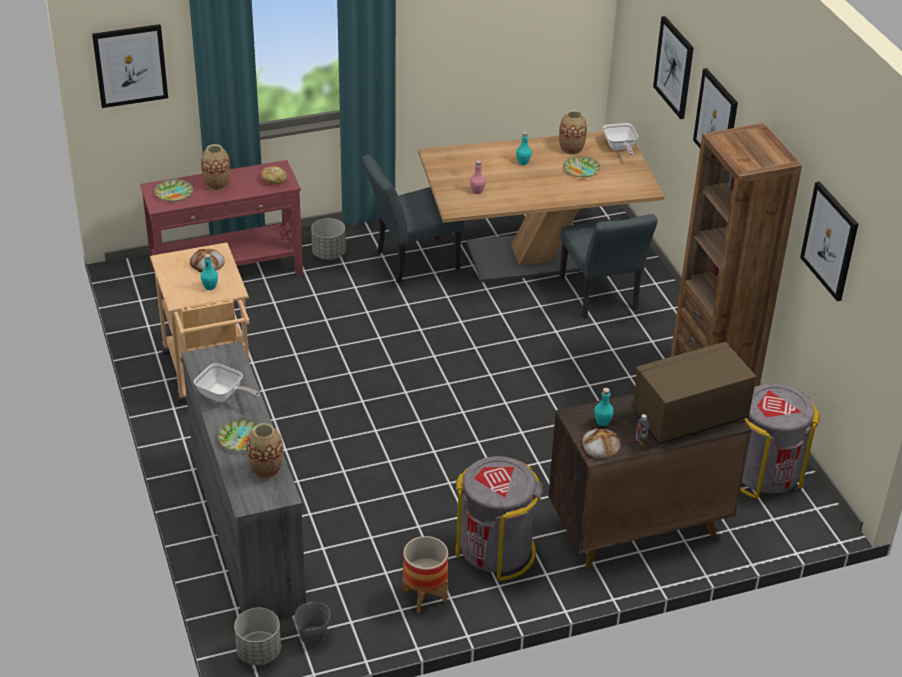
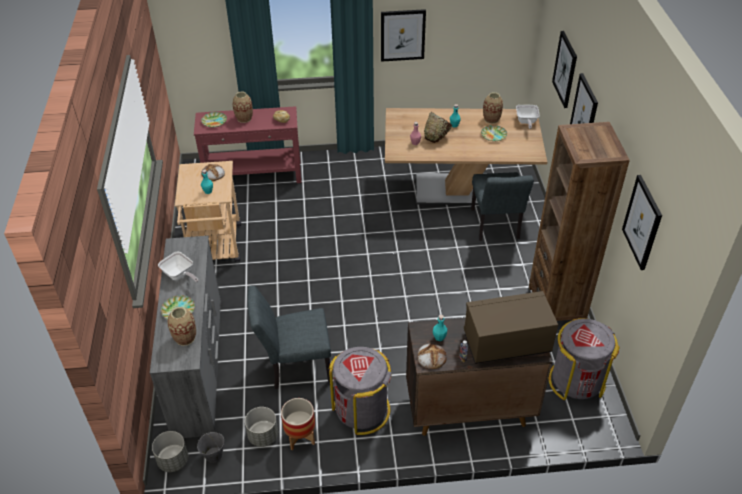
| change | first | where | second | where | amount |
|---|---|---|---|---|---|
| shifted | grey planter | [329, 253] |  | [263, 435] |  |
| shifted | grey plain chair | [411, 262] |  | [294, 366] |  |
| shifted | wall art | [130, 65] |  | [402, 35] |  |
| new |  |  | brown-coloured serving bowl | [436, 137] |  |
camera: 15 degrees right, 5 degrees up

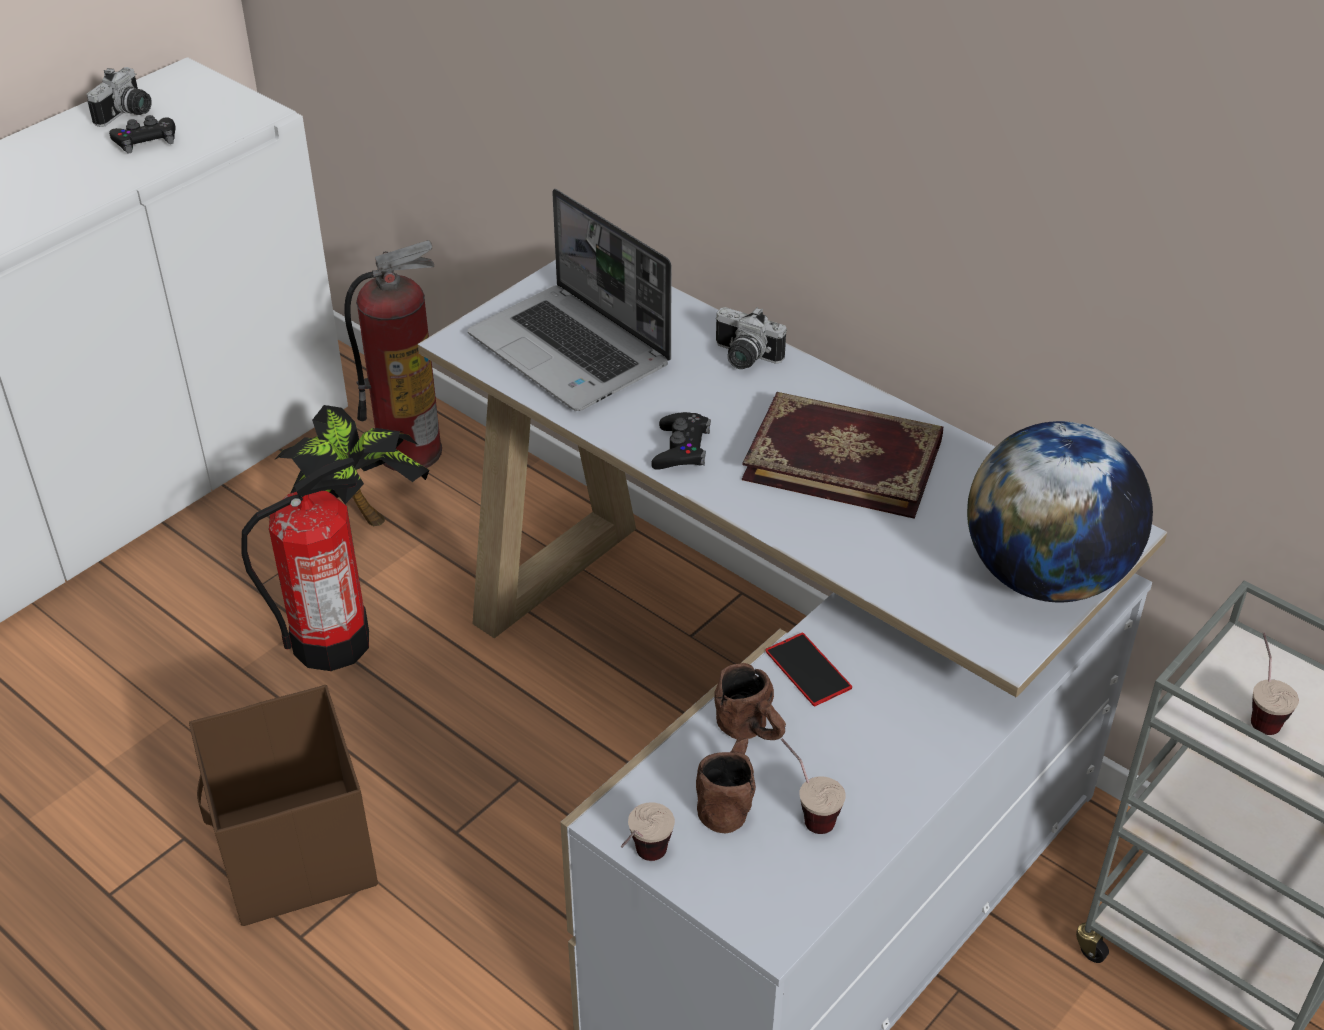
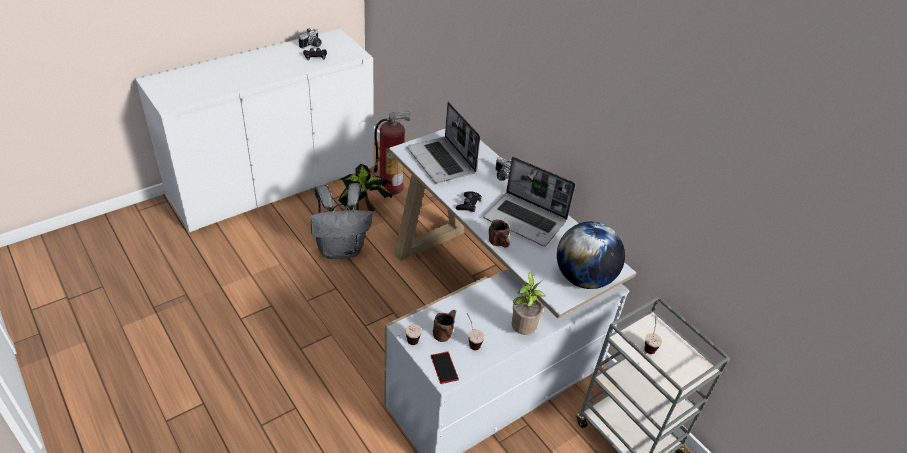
| change | first | where | second | where | amount |
|---|---|---|---|---|---|
| swapped | fire-fighting cylinder | [329, 642] | grey knapsack | [341, 249] |  |
| shifted | telephone | [808, 669] |  | [444, 367] |  |
| swapped | bound book | [843, 458] | laptop | [526, 220] |  |
| shifted | brown-coloured coffee mug | [752, 732] |  | [500, 244] |  |
| new |  |  | potted plant | [522, 330] |  |
| gone | brown-coloured storage container | [295, 854] |  |  |  |
camera: 10 degrees right, 0 degrees up

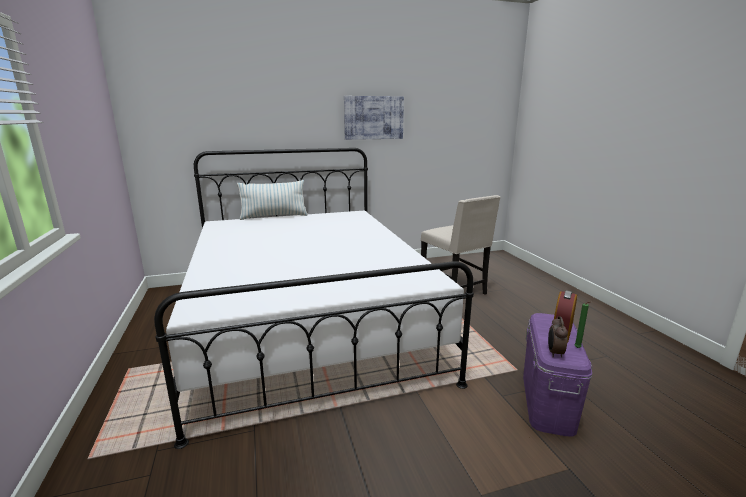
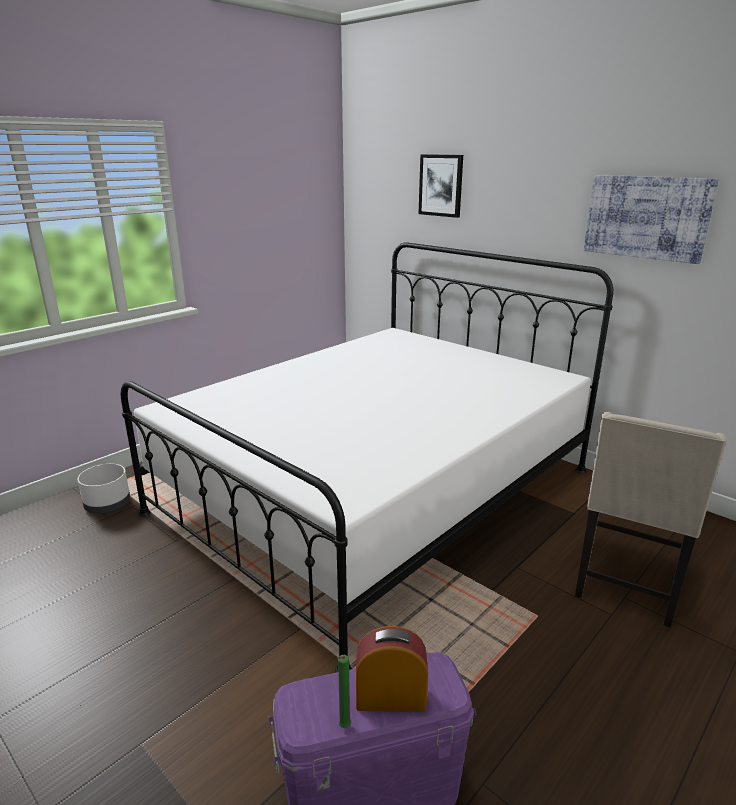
| change | first | where | second | where | amount |
|---|---|---|---|---|---|
| new |  |  | white-coloured planter | [108, 504] |  |
| new |  |  | wall art | [441, 185] |  |
| gone | pillow | [274, 216] |  |  |  |
| gone | table clock | [554, 353] |  |  |  |
camera: 60 degrees right, 5 degrees up

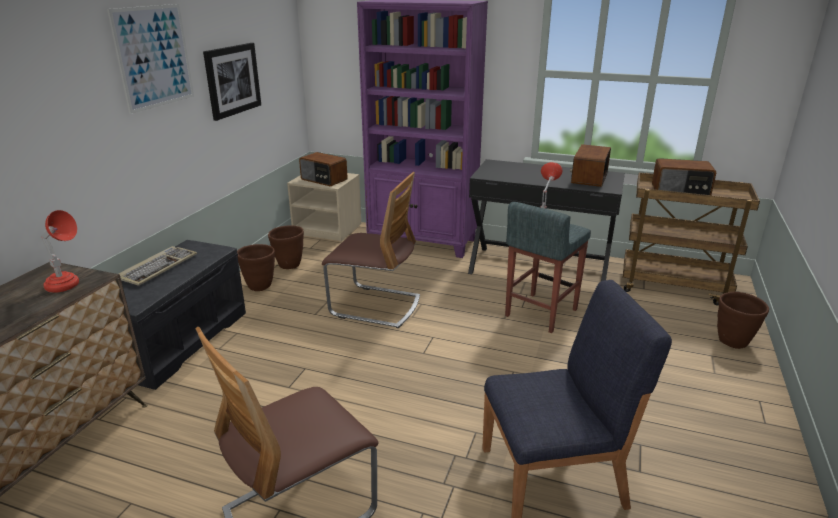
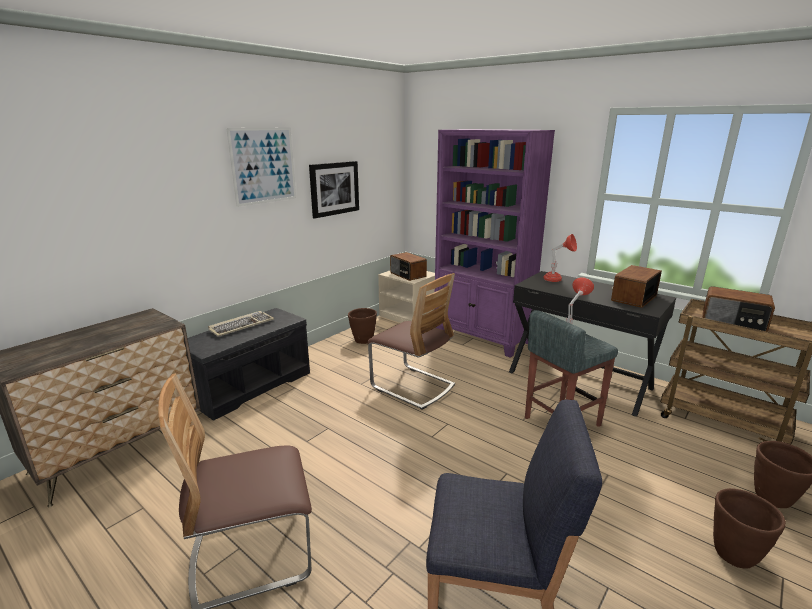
| change | first | where | second | where | amount |
|---|---|---|---|---|---|
| shifted | reddish table lamp | [68, 288] |  | [557, 280] |  |
| shifted | brown-coloured planter | [260, 286] |  | [734, 554] |  |
camera: 20 degrees right, 5 degrees down

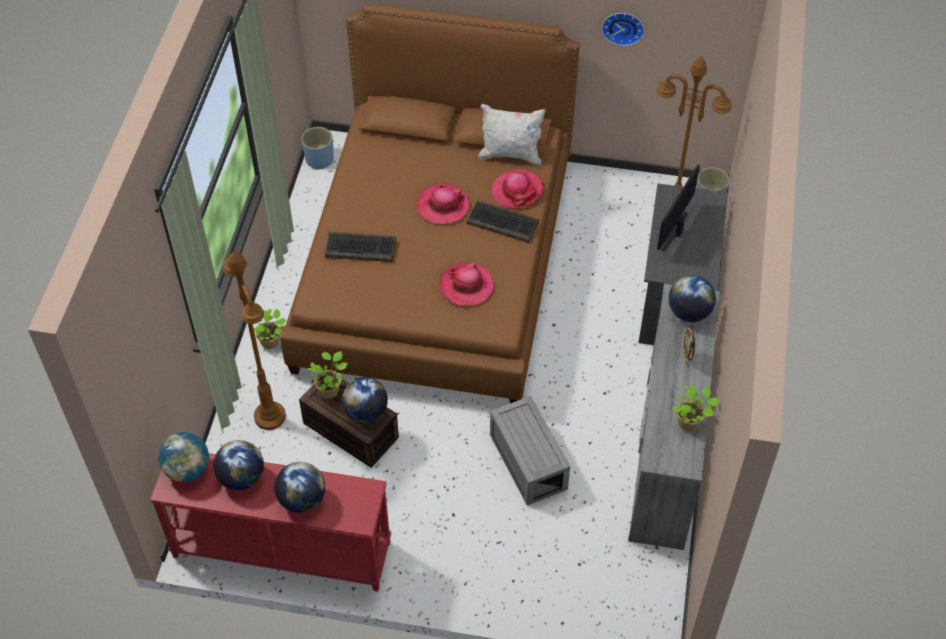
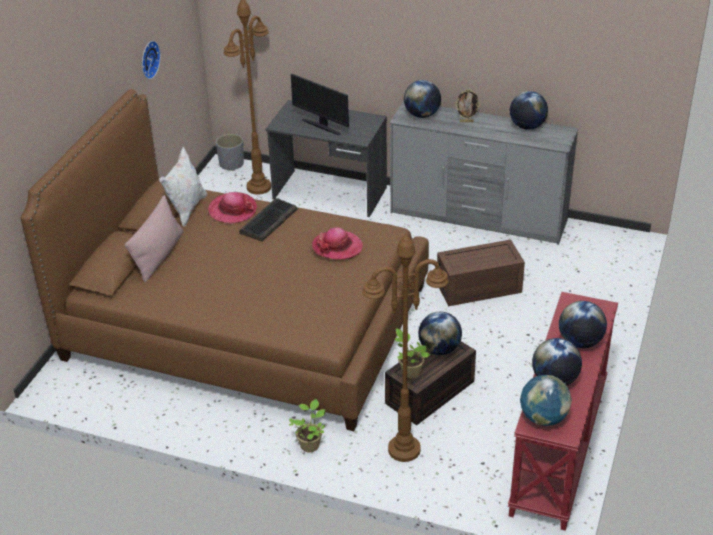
| change | first | where | second | where | amount |
|---|---|---|---|---|---|
| new |  |  | pinkish pillow | [159, 255] |  |
| repainted | grey storage container | [526, 461] | brown-coloured storage container | [478, 288] |  |
| swapped | potted plant | [690, 423] | desk globe | [527, 126] |  |
| gone | blue-coloured planter | [320, 159] |  |  |  |
| gone | keyboard | [361, 247] |  |  |  |
| gone | hat | [443, 206] |  |  |  |
camera: 80 degrees left, 15 degrees down

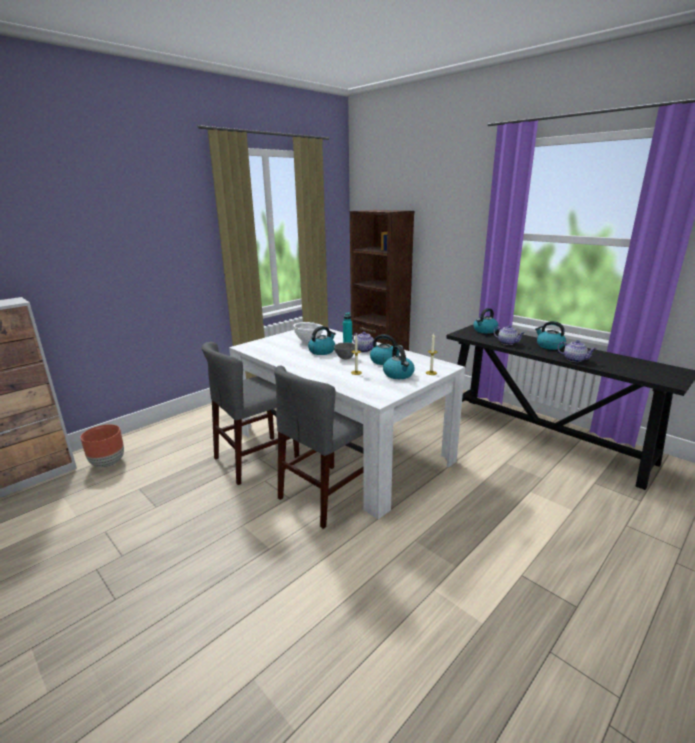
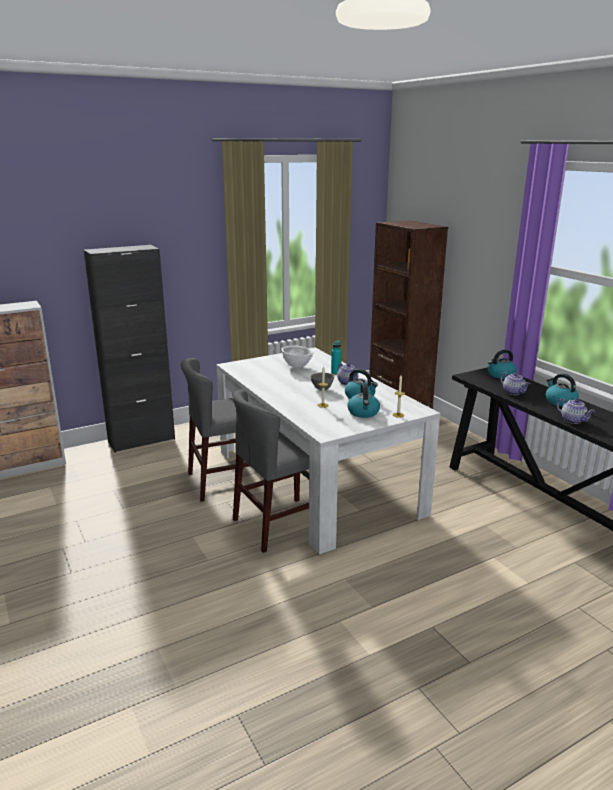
| change | first | where | second | where | amount |
|---|---|---|---|---|---|
| new |  |  | black-coloured cupboard | [141, 440] |  |
| gone | brown-coloured planter | [108, 463] |  |  |  |
| gone | kettle | [322, 351] |  |  |  |
camera: 15 degrees right, 0 degrees up

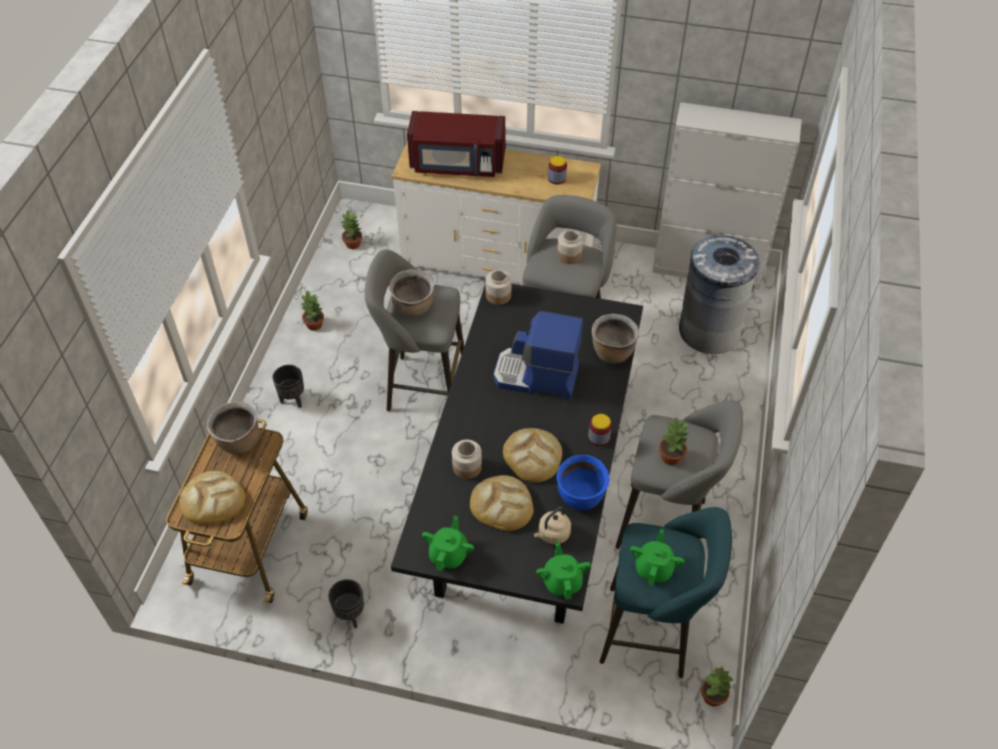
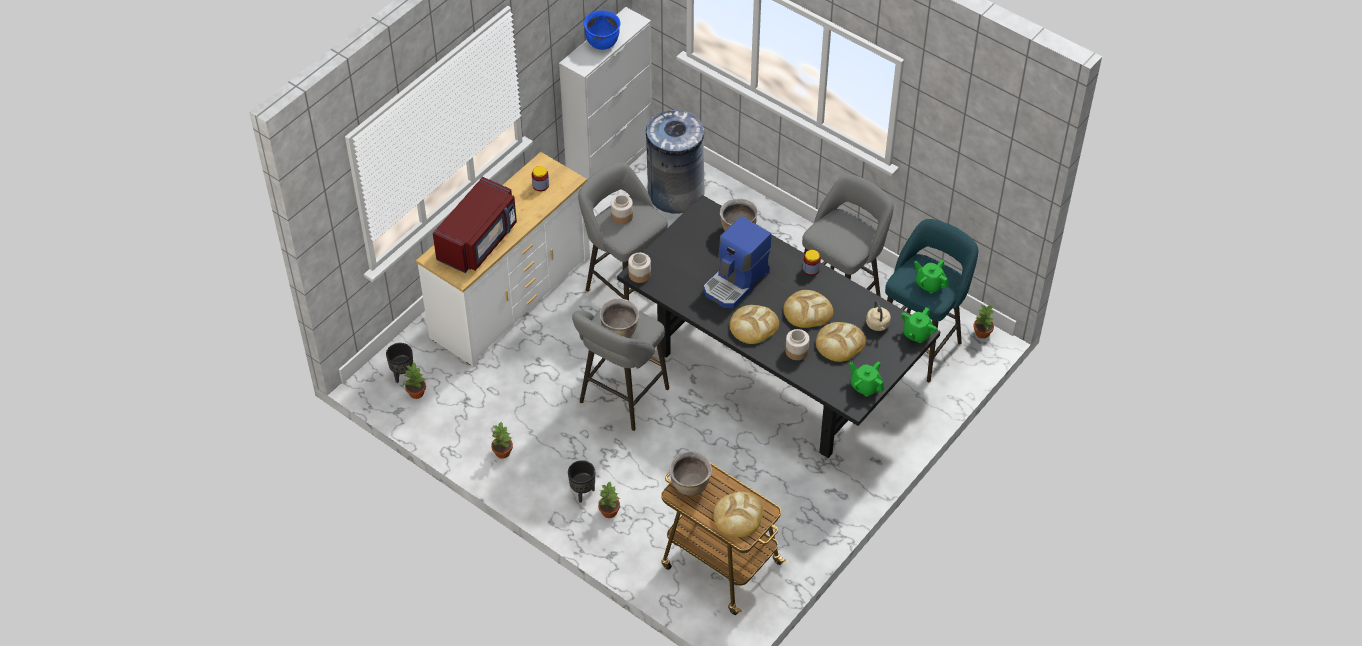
| change | first | where | second | where | amount |
|---|---|---|---|---|---|
| shifted | black-coloured planter | [350, 615] |  | [402, 375] |  |
| shifted | blue-coloured saucepot | [581, 497] |  | [603, 43] |  |
| shifted | potted plant | [671, 457] |  | [609, 511] |  |
| new |  |  | baked bread | [753, 326] |  |
| rotated | greenish teapot | [562, 581] |  | [917, 334] | 75 degrees counterclockwise |
camera: 65 degrees left, 0 degrees up

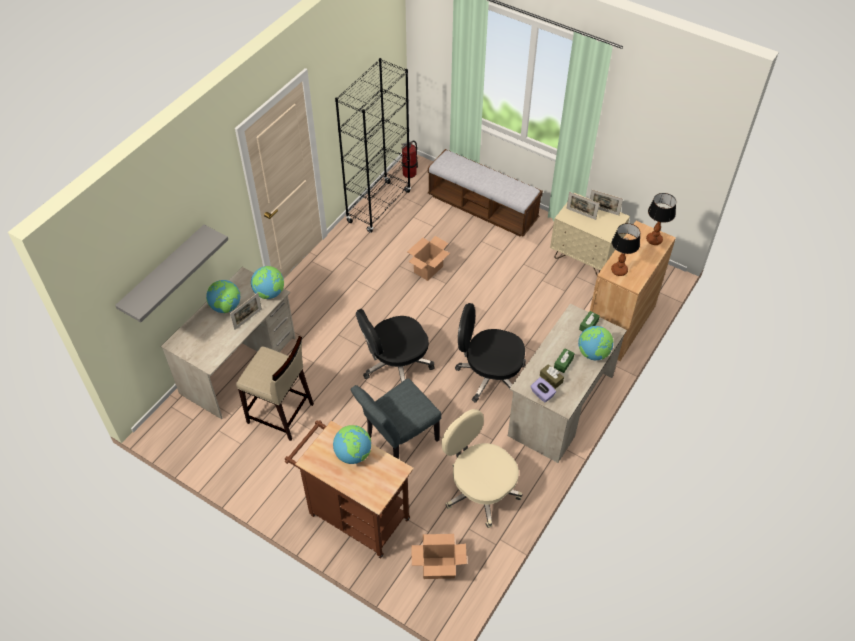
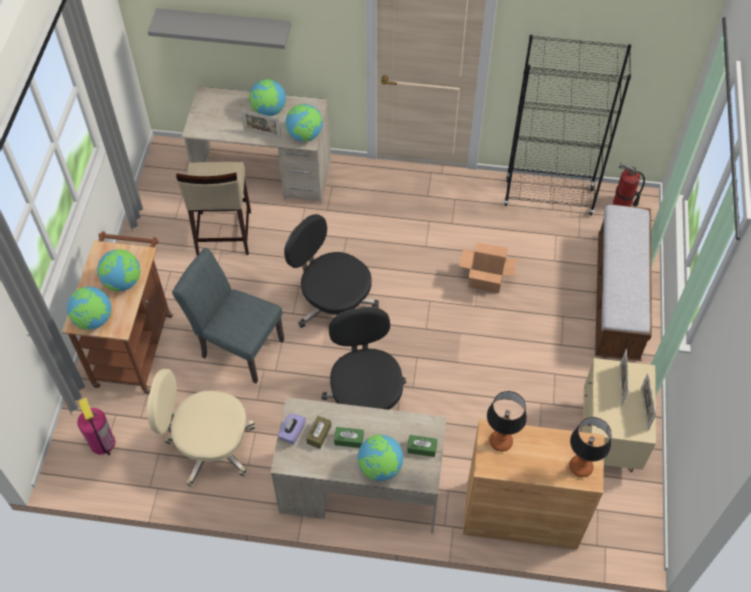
| change | first | where | second | where | amount |
|---|---|---|---|---|---|
| new |  |  | desk globe | [94, 320] |  |
| swapped | cardboard box | [438, 568] | fire-fighting cylinder | [102, 443] |  |
| rotated | beige desk chair | [480, 490] |  | [210, 446] | 105 degrees counterclockwise |
camera: 65 degrees right, 5 degrees up

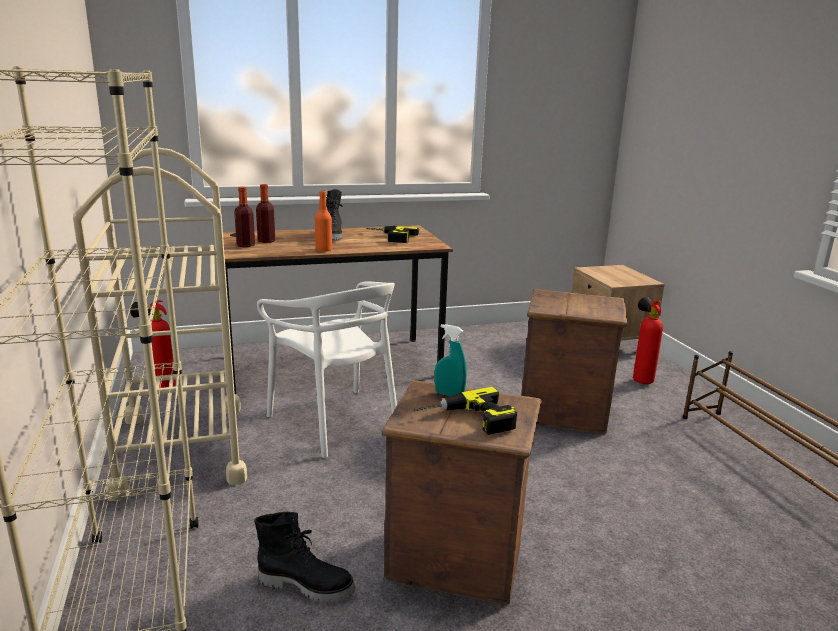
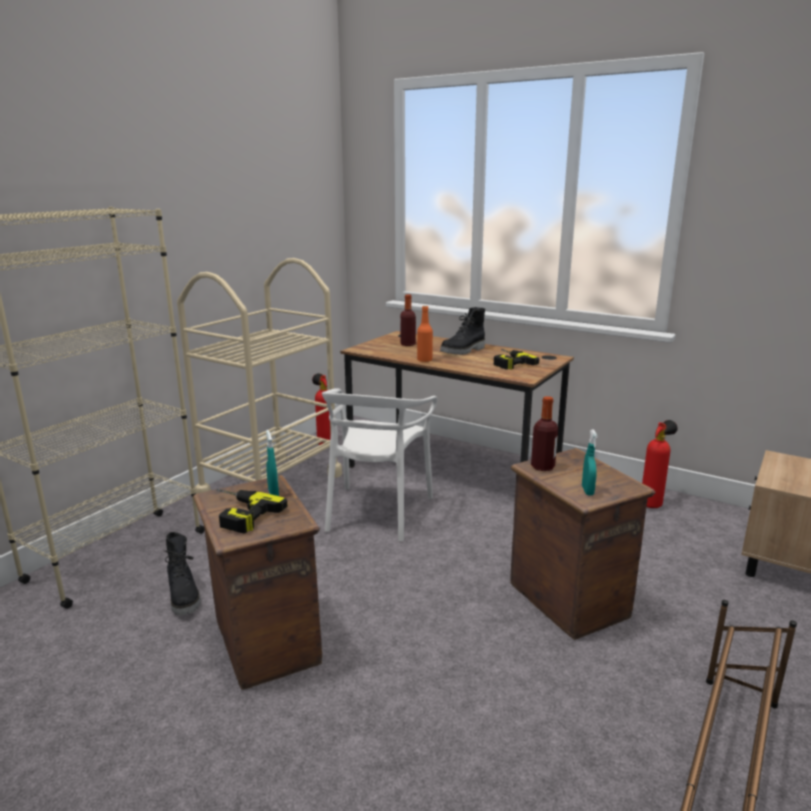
| change | first | where | second | where | amount |
|---|---|---|---|---|---|
| shifted | beverage bottle | [245, 245] |  | [542, 467] |  |
| new |  |  | turquoise-coloured spray bottle | [587, 491] |  |
| shifted | fire-fighting cylinder | [640, 380] |  | [652, 503] |  |
camera: 50 degrees right, 0 degrees up

